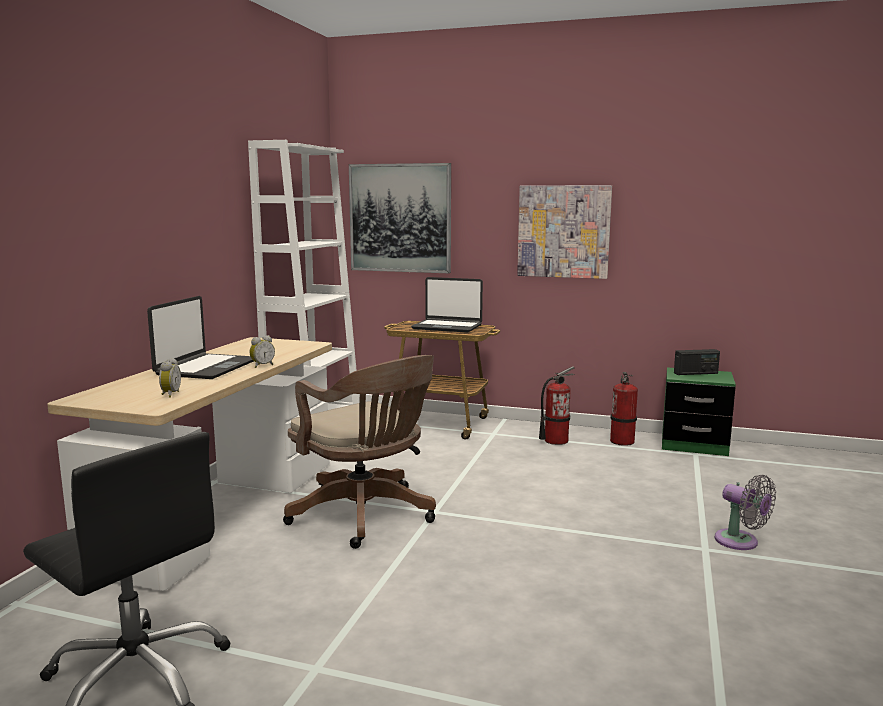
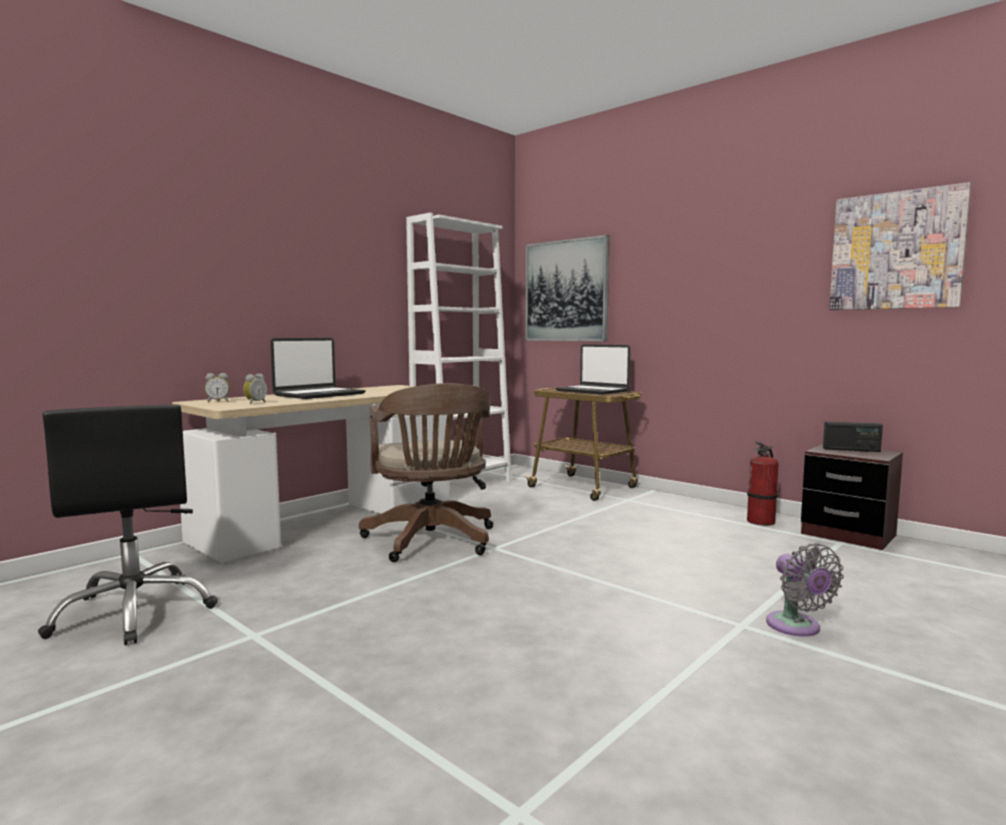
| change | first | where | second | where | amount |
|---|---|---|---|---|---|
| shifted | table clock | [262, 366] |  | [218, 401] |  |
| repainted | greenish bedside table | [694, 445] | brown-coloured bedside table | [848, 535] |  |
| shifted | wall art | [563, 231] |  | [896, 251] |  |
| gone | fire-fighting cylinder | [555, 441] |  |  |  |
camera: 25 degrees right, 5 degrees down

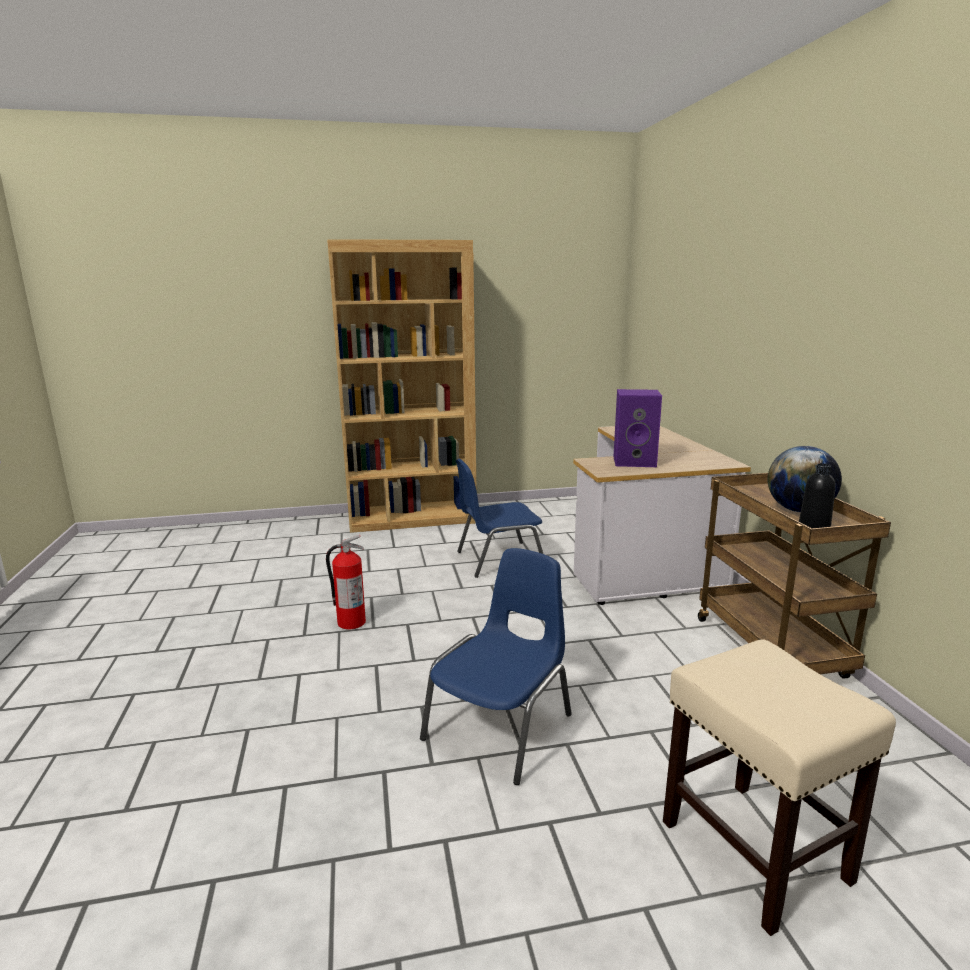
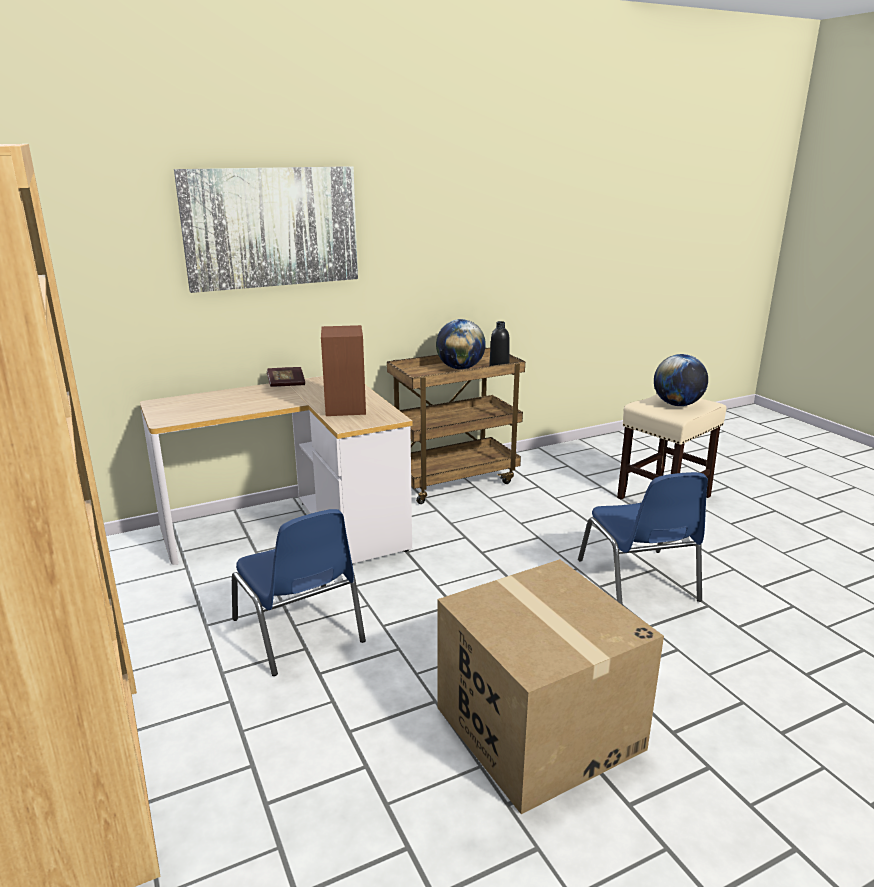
| change | first | where | second | where | amount |
|---|---|---|---|---|---|
| new |  |  | wall art | [271, 227] |  |
| new |  |  | bound book | [286, 384] |  |
| repainted | purple-coloured audio speaker | [635, 461] | brown-coloured audio speaker | [344, 407] |  |
| swapped | fire-fighting cylinder | [351, 622] | cardboard box | [537, 728] |  |
| rotated | blue-coloured plain chair | [501, 726] |  | [639, 581] | 120 degrees counterclockwise |
| new |  |  | desk globe | [677, 404] |  |
camera: 105 degrees left, 5 degrees up

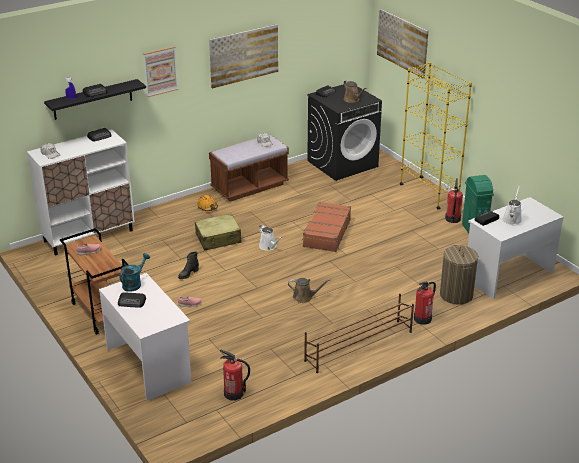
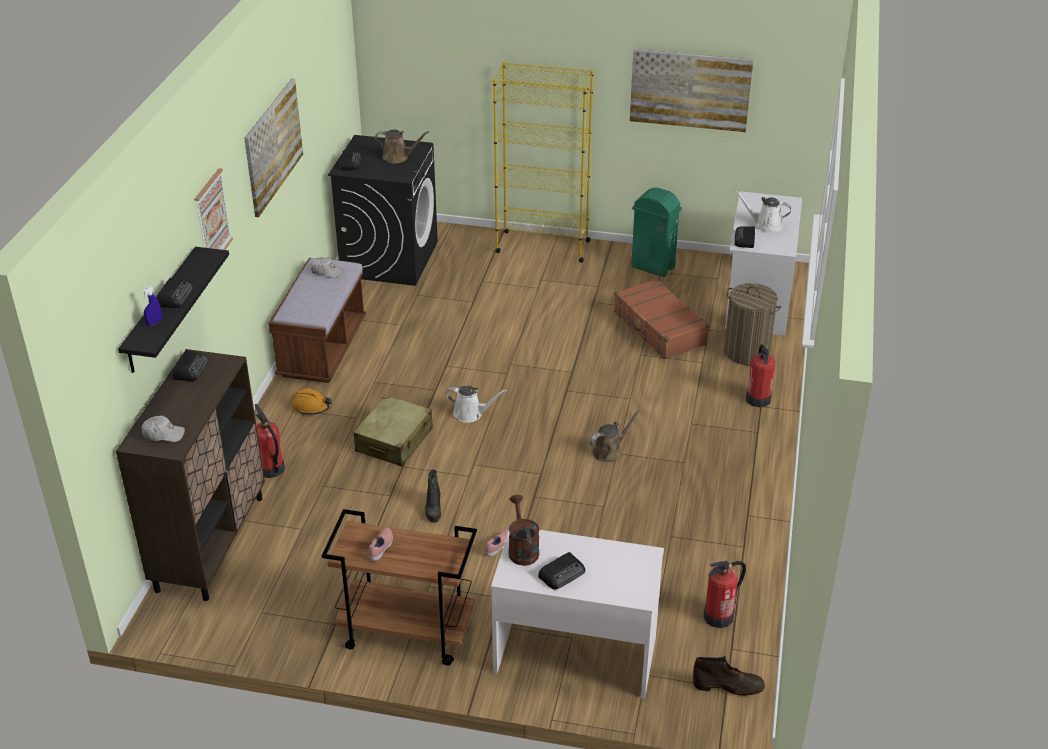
| change | first | where | second | where | amount |
|---|---|---|---|---|---|
| repainted | white-coloured cupboard | [89, 236] | brown-coloured cupboard | [210, 542] |  |
| shifted | fire-fighting cylinder | [452, 219] |  | [271, 469] |  |
| repainted | turquoise-coloured watering pot | [134, 283] | brown-coloured watering pot | [522, 549] |  |
| shifted | brown-coloured travel case | [326, 233] |  | [659, 328] |  |
| shifted | wall art | [402, 42] |  | [690, 90] |  |
| new |  |  | brown-coloured tall boot | [728, 686] |  |
| rotated | white-coloured watering pot | [512, 219] |  | [765, 225] | 45 degrees counterclockwise |
| gone | brown-coloured shoe stand | [358, 346] |  |  |  |
camera: 45 degrees left, 5 degrees up

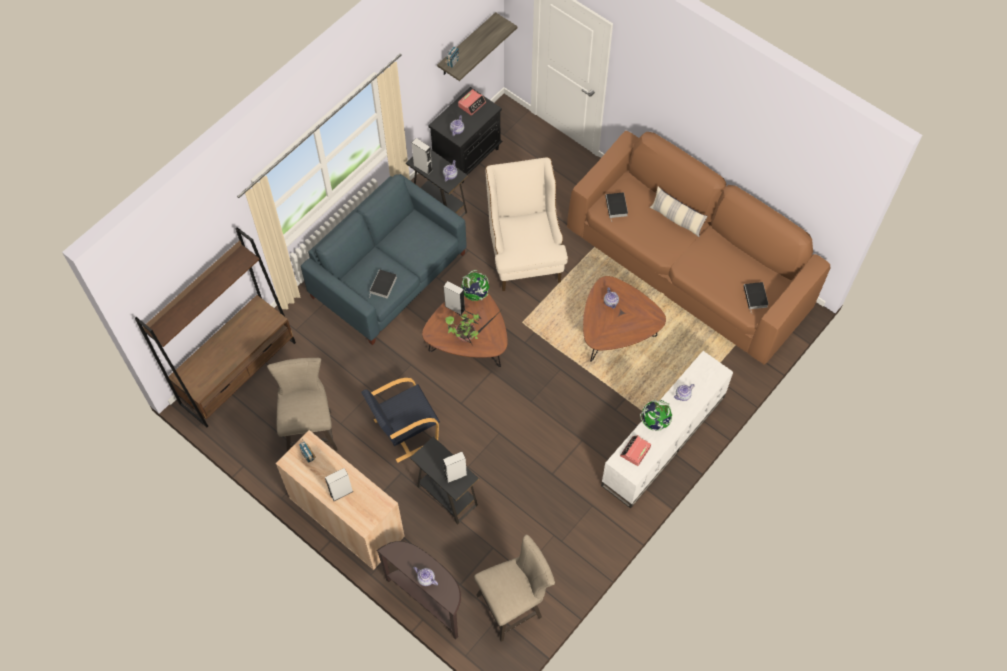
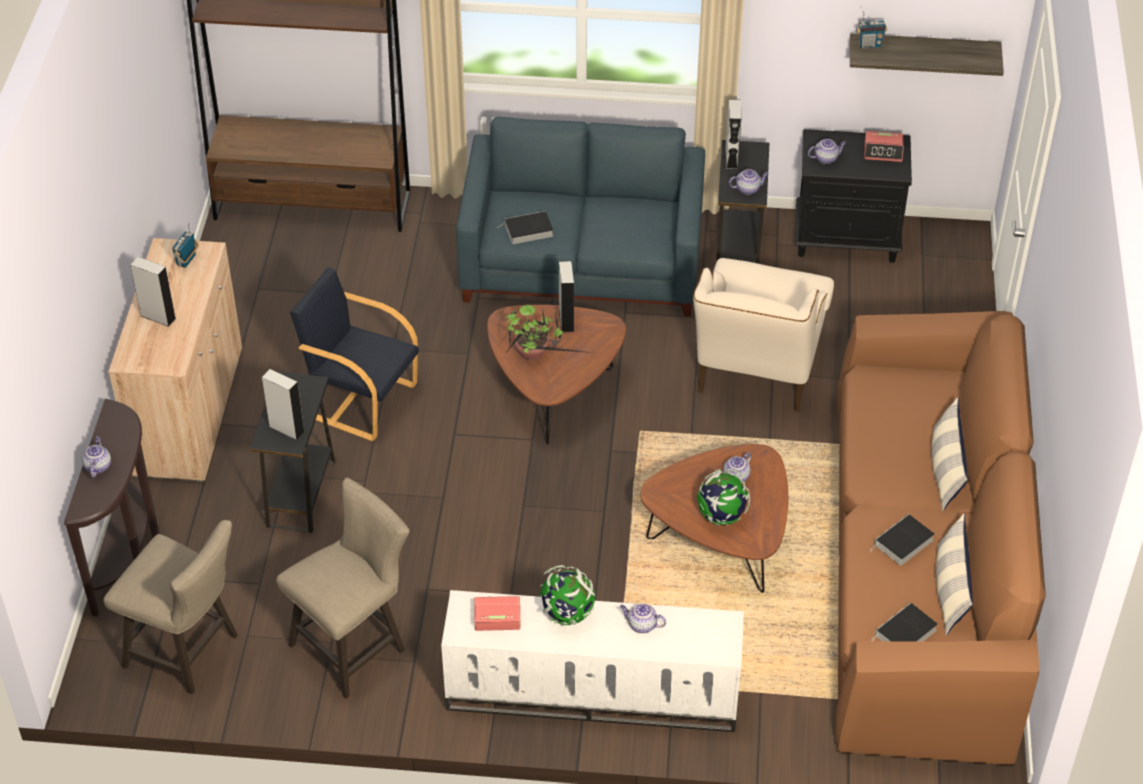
| change | first | where | second | where | amount |
|---|---|---|---|---|---|
| shifted | beige stool | [310, 429] |  | [354, 644] |  |
| rotated | beige lounge chair | [524, 252] |  | [755, 375] | 150 degrees clockwise |
| shifted | desk globe | [475, 294] |  | [721, 516] |  |
| shifted | bound book | [616, 207] |  | [903, 543] |  |
| new |  |  | pillow | [950, 589] |  |
camera: 55 degrees right, 15 degrees down

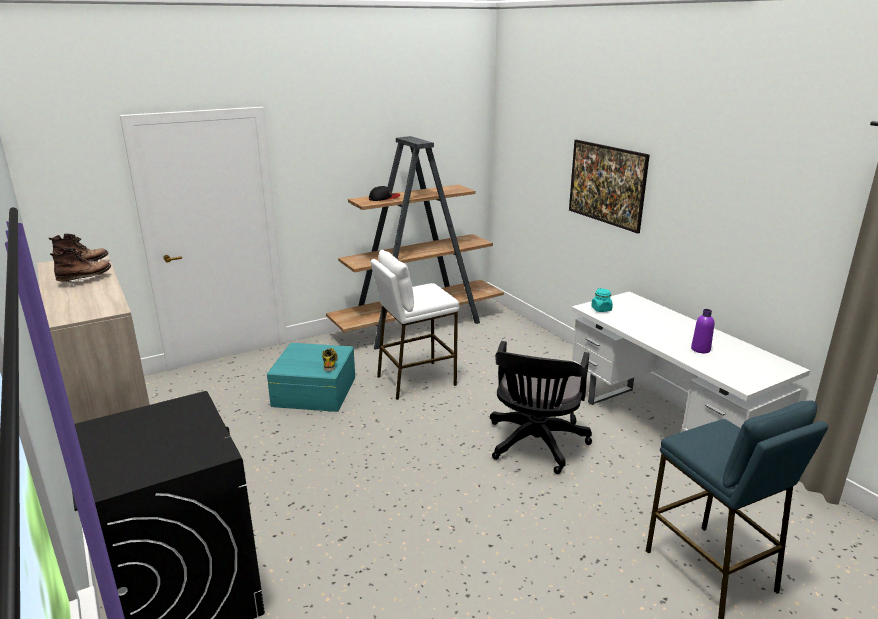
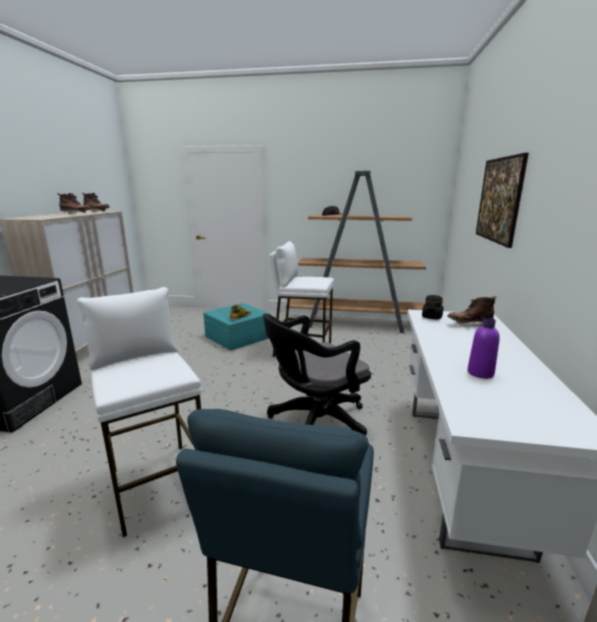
| change | first | where | second | where | amount |
|---|---|---|---|---|---|
| new |  |  | white-coloured stool | [158, 484] |  |
| repainted | turquoise-coloured jar | [601, 309] | black-coloured jar | [432, 317] |  |
| new |  |  | brown-coloured tall boot | [469, 325] |  |
camera: 40 degrees right, 5 degrees down

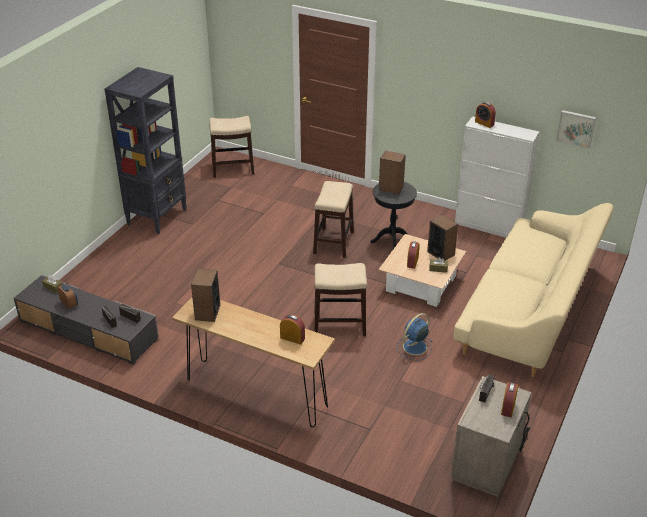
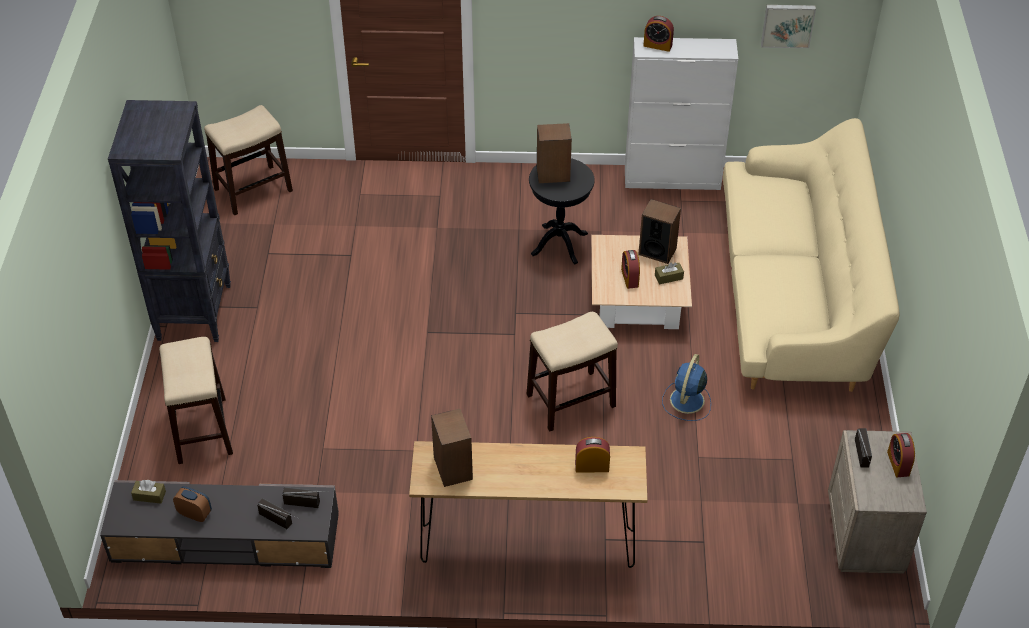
| change | first | where | second | where | amount |
|---|---|---|---|---|---|
| shifted | stool | [333, 242] |  | [202, 429] |  |
camera: 25 degrees left, 10 degrees up

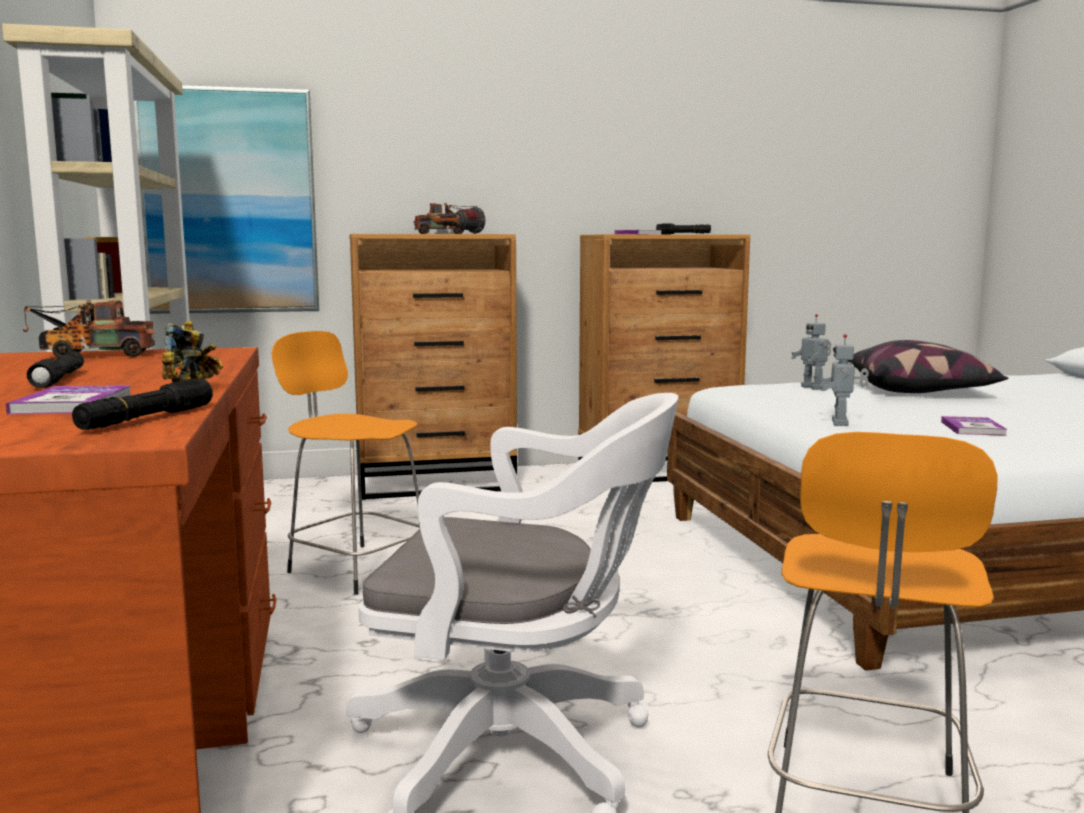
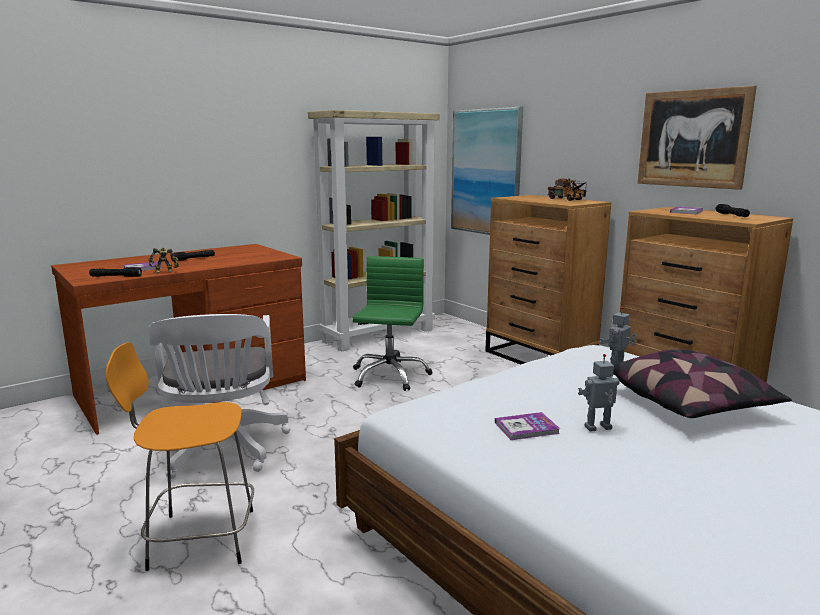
| change | first | where | second | where | amount |
|---|---|---|---|---|---|
| swapped | orange stool | [355, 567] | greenish desk chair | [389, 375] |  |
| shifted | robot figure | [841, 423] |  | [598, 428] |  |
| new |  |  | wall art | [692, 138] |  |
| gone | toy lorry | [91, 355] |  |  |  |
| gone | hand torch | [457, 233] |  |  |  |
camera: 65 degrees right, 5 degrees up

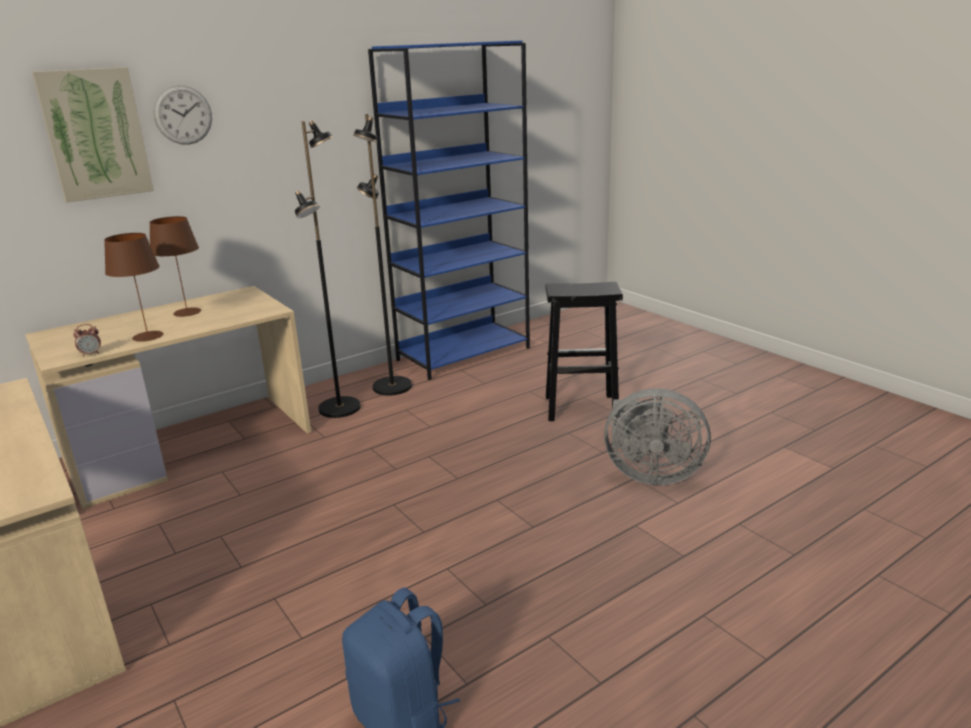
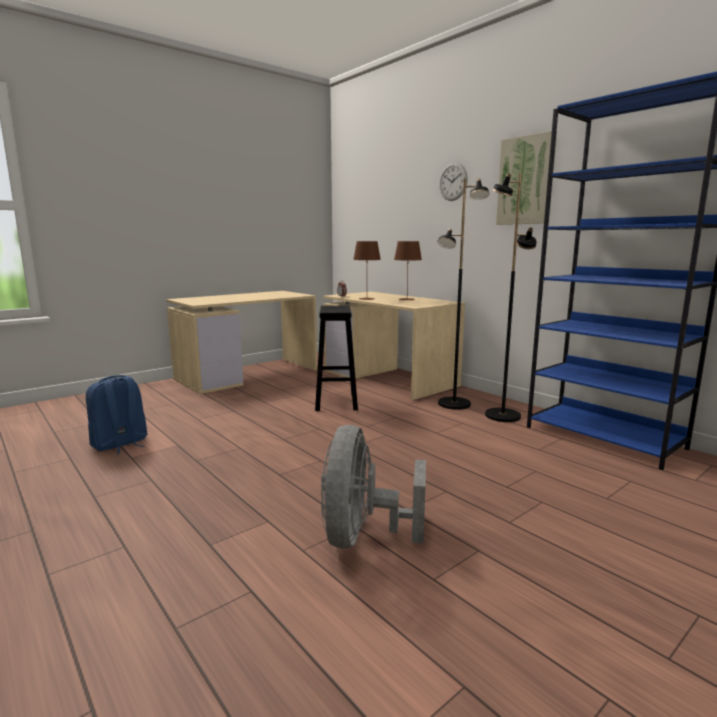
| change | first | where | second | where | amount |
|---|---|---|---|---|---|
| shifted | black-coloured stool | [579, 408] |  | [336, 401] |  |
| shifted | wall art | [95, 134] |  | [526, 180] |  |
camera: 85 degrees right, 10 degrees down

